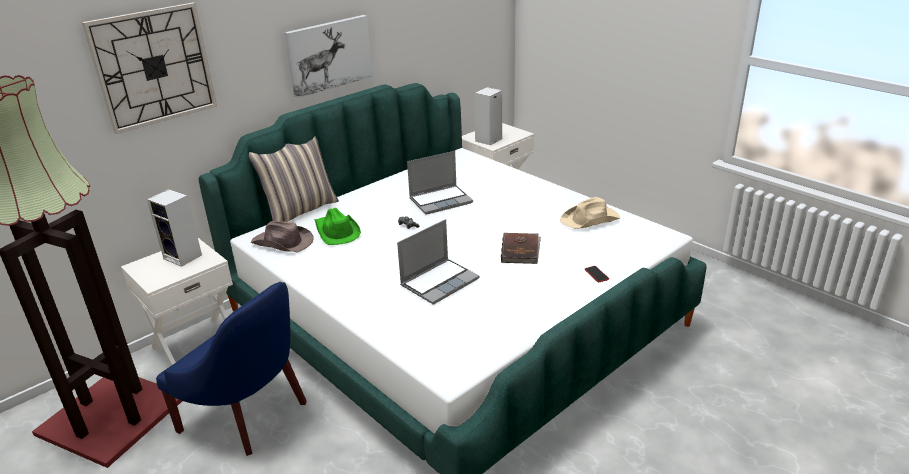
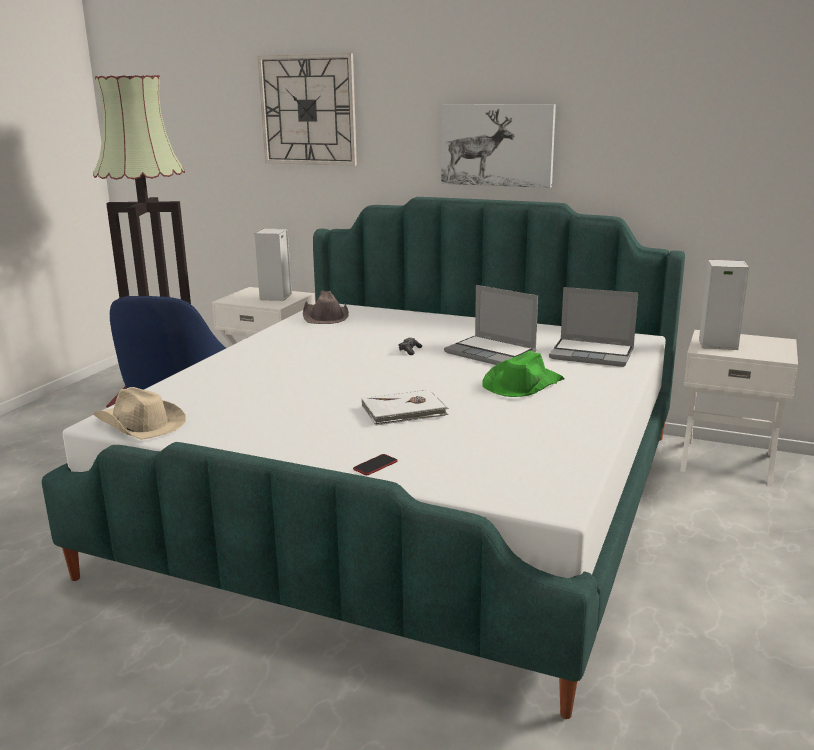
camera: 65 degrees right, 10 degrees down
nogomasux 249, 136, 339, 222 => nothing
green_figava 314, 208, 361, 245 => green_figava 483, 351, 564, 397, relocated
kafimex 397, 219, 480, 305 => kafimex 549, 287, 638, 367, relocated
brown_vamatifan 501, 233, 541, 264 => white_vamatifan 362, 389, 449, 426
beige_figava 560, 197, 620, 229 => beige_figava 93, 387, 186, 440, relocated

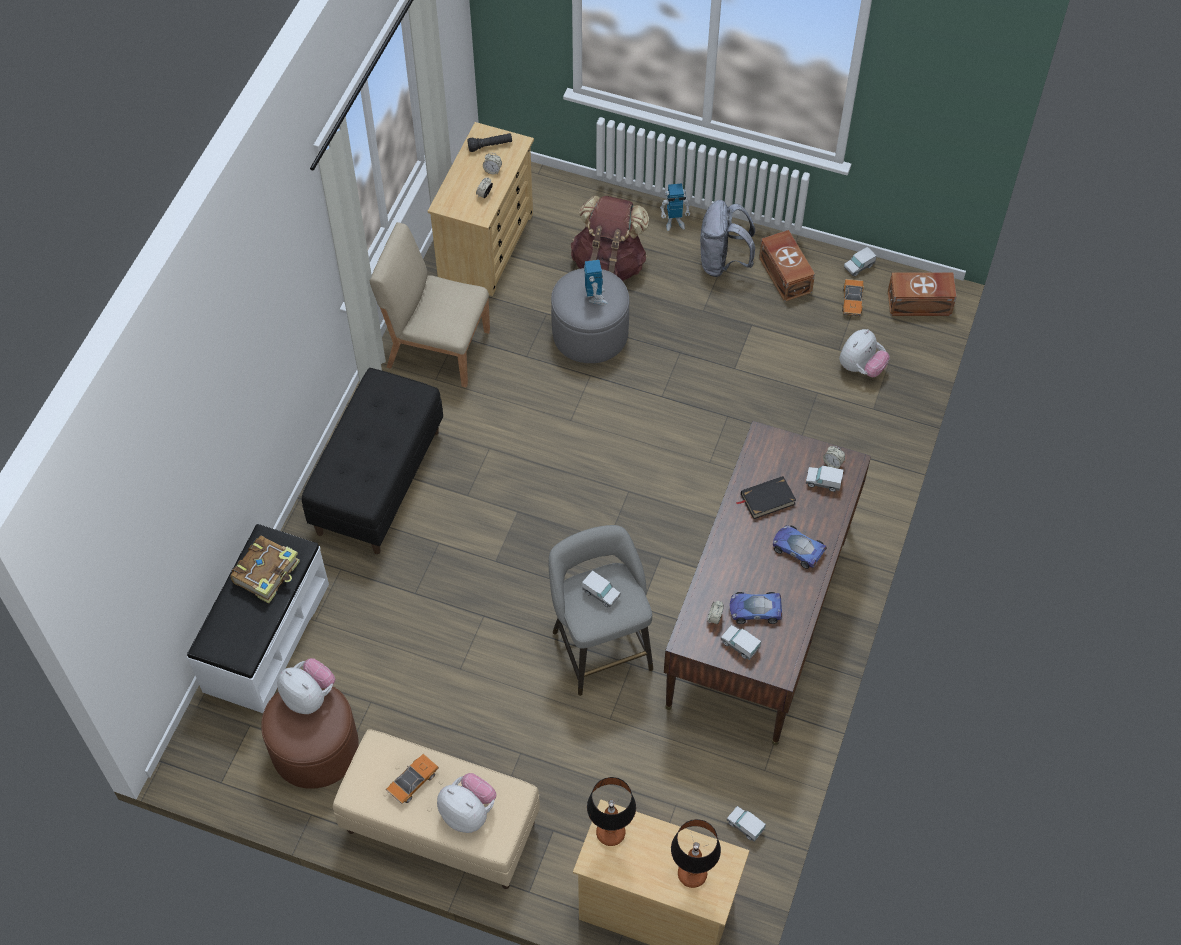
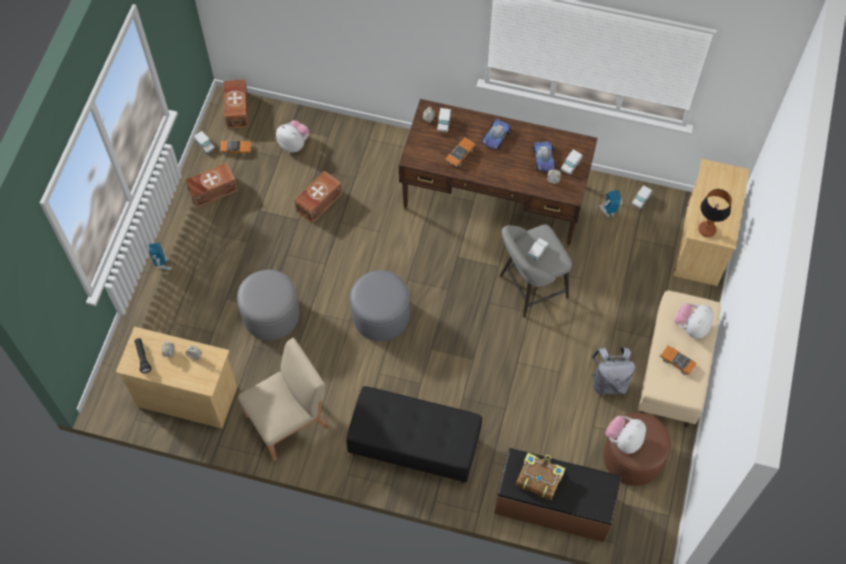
camera: 95 degrees left, 5 degrees up
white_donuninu 187, 524, 329, 713 => brown_donuninu 494, 448, 621, 542
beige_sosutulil 370, 222, 490, 388 => beige_sosutulil 238, 338, 330, 461, 135 degrees counterclockwise
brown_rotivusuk 571, 196, 649, 281 => nothing
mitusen 584, 260, 608, 305 => mitusen 599, 190, 623, 217, relocated
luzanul 671, 819, 721, 888 => nothing
grey_rotivusuk 700, 200, 755, 277 => grey_rotivusuk 590, 347, 635, 395, relocated
black_vamatifan 736, 476, 796, 519 => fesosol 445, 138, 476, 167
nothing => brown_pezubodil 294, 171, 342, 224
nothing => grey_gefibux 350, 270, 410, 341

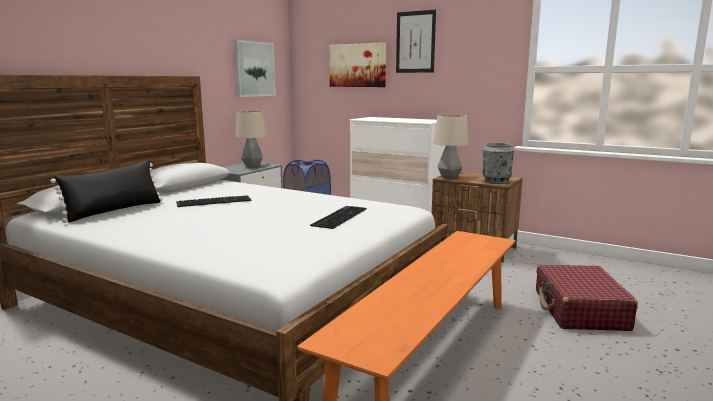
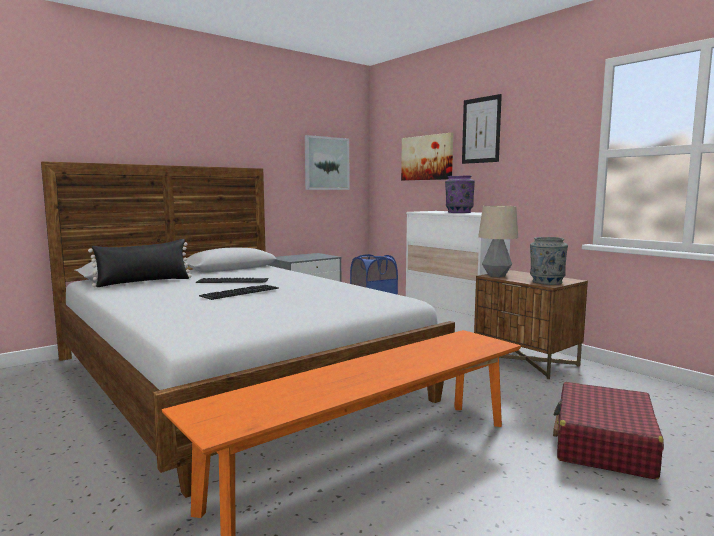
camera: 20 degrees right, 5 degrees down
luzanul 236, 111, 267, 168 => nothing
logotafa 310, 206, 367, 229 => logotafa 199, 285, 279, 300, relocated
nothing => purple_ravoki 445, 175, 475, 213

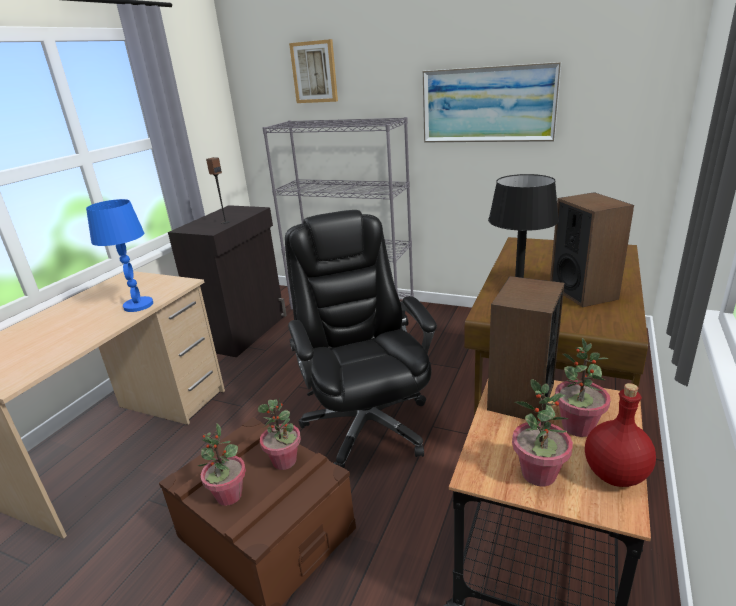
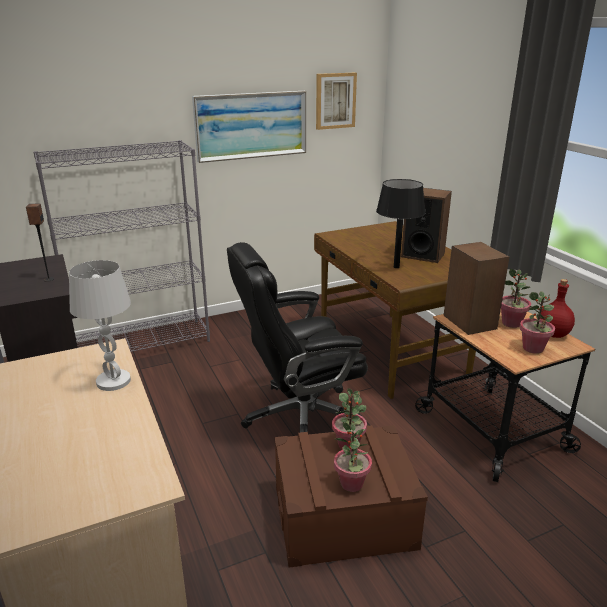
camera: 50 degrees left, 0 degrees up
blue_luzanul 86, 199, 153, 312 => white_luzanul 69, 260, 131, 391
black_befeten 285, 210, 437, 468 => black_befeten 227, 242, 368, 433, 45 degrees counterclockwise
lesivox 289, 39, 338, 103 => lesivox 316, 73, 357, 130, relocated

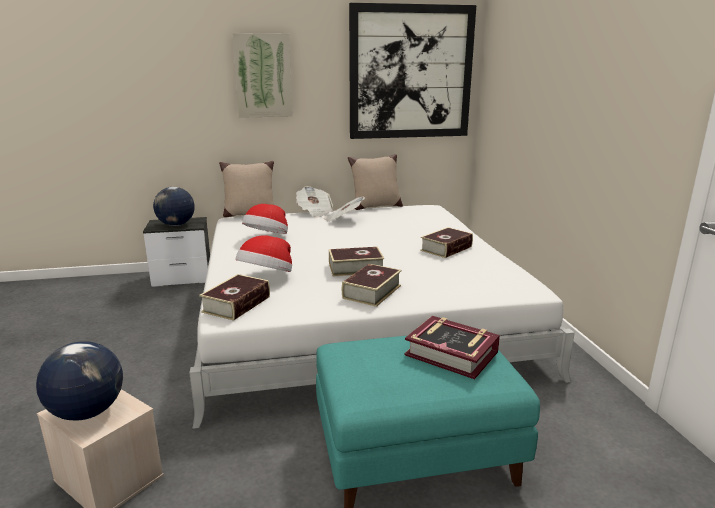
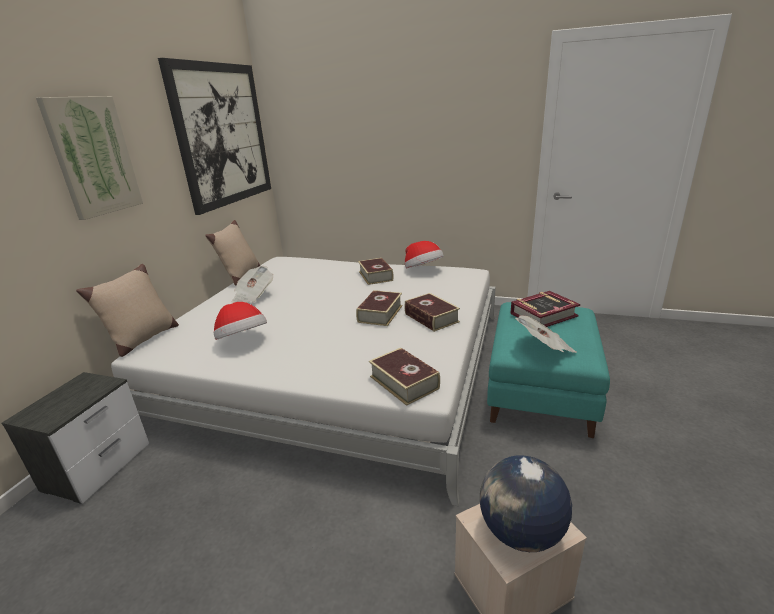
camera: 60 degrees left, 5 degrees up
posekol 153, 187, 195, 226 => nothing
figava 236, 235, 292, 272 => figava 405, 241, 444, 268, relocated
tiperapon 296, 186, 334, 217 => tiperapon 515, 315, 577, 353, relocated

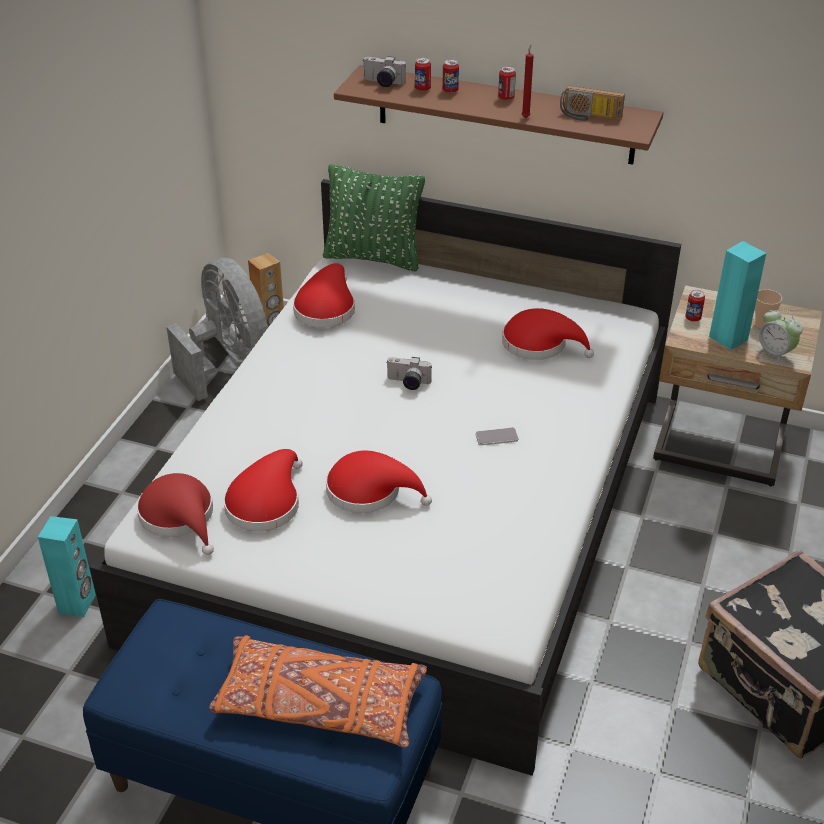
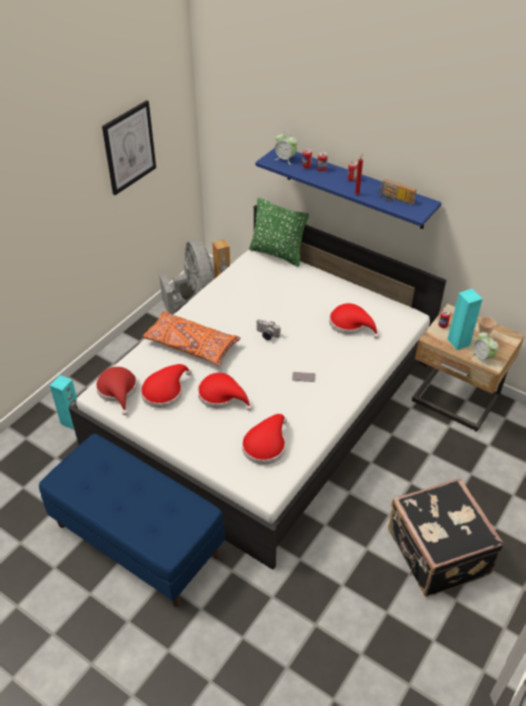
camera: 15 degrees right, 5 degrees up
orange_nogomasux 209, 636, 427, 748 => orange_nogomasux 142, 311, 241, 366, relocated
red_figava 293, 263, 355, 328 => red_figava 242, 414, 287, 465, relocated
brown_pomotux 334, 65, 663, 165 => blue_pomotux 255, 148, 441, 229
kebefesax 363, 56, 406, 87 => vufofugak 275, 132, 298, 165
nothing => lesivox 102, 100, 156, 195

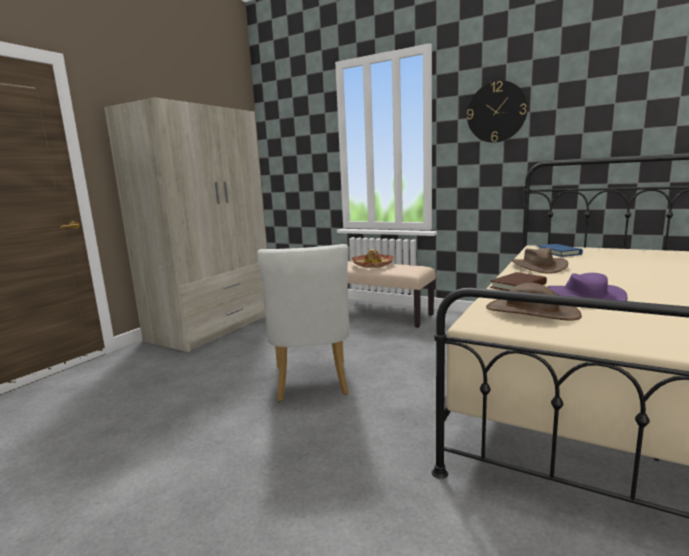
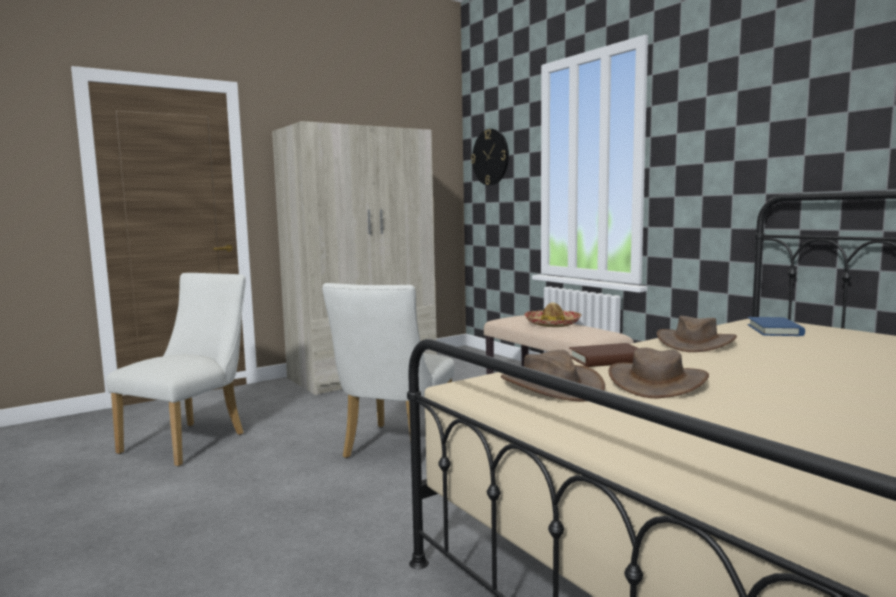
camera: 25 degrees right, 5 degrees down
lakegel 467, 80, 528, 143 => lakegel 471, 129, 509, 185, relocated
purple_figava 547, 273, 627, 301 => brown_figava 609, 348, 709, 398
nothing => white_sosutulil 106, 273, 246, 467

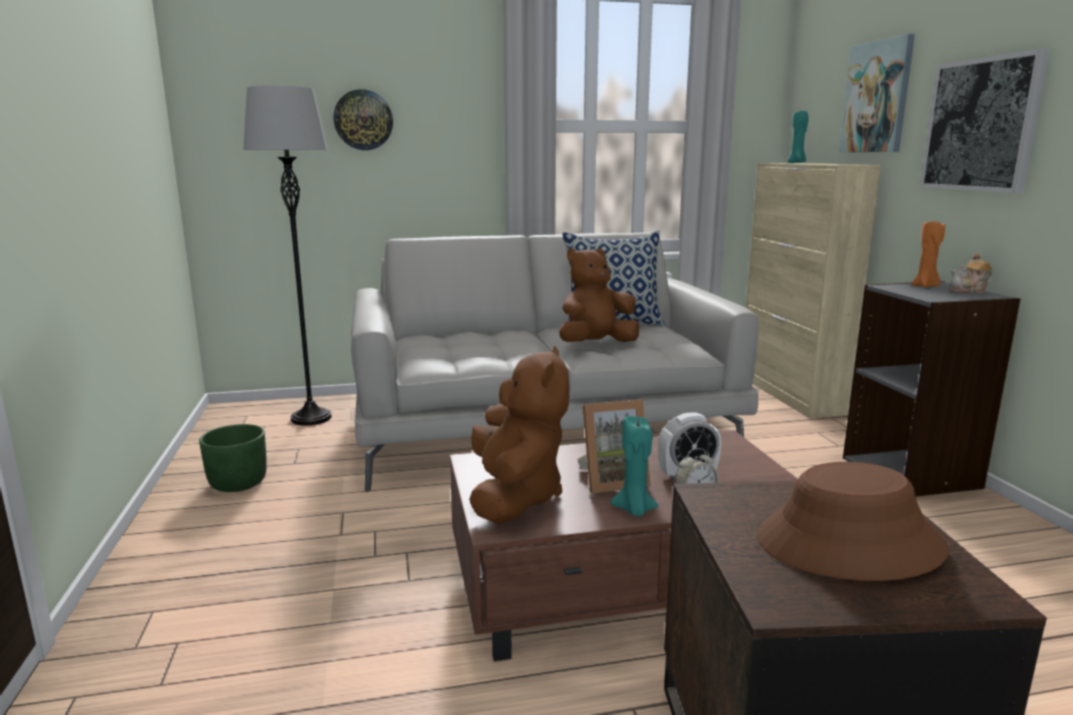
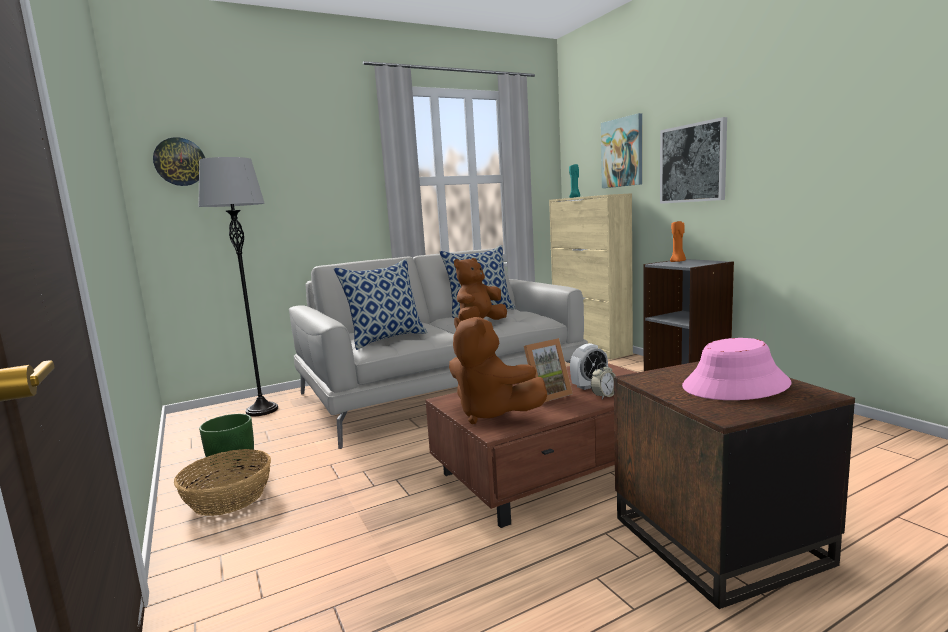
camera: 15 degrees left, 5 degrees down
lakegel 333, 89, 393, 150 => lakegel 153, 137, 205, 186, relocated
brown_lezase 469, 346, 569, 524 => brown_lezase 449, 317, 548, 424, 150 degrees clockwise
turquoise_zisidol 610, 416, 659, 516 => nothing
brown_figava 757, 462, 949, 581 => pink_figava 682, 338, 791, 400
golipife 950, 253, 993, 293 => nothing
nothing => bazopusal 174, 449, 271, 516
nothing => nogomasux 334, 259, 427, 350

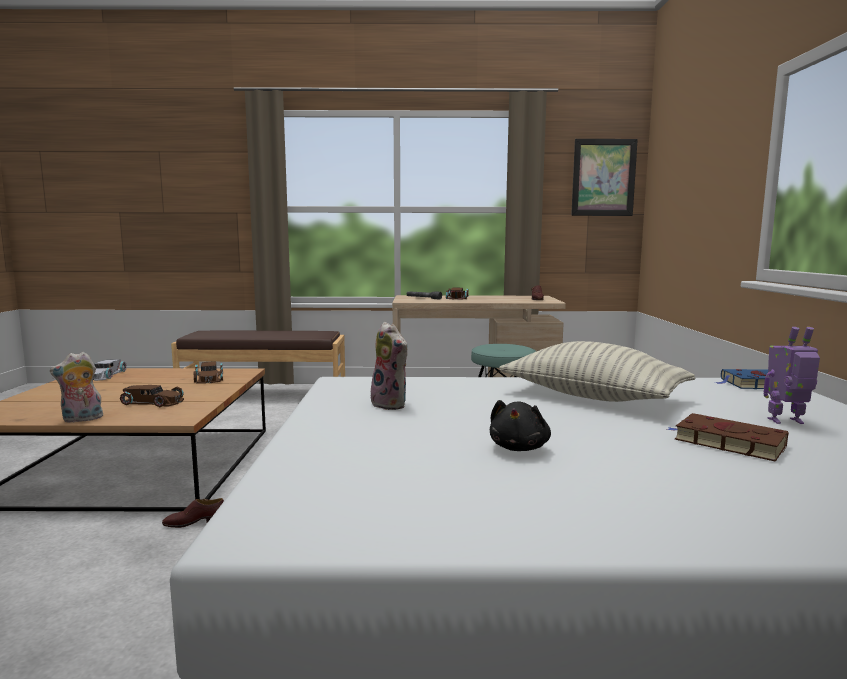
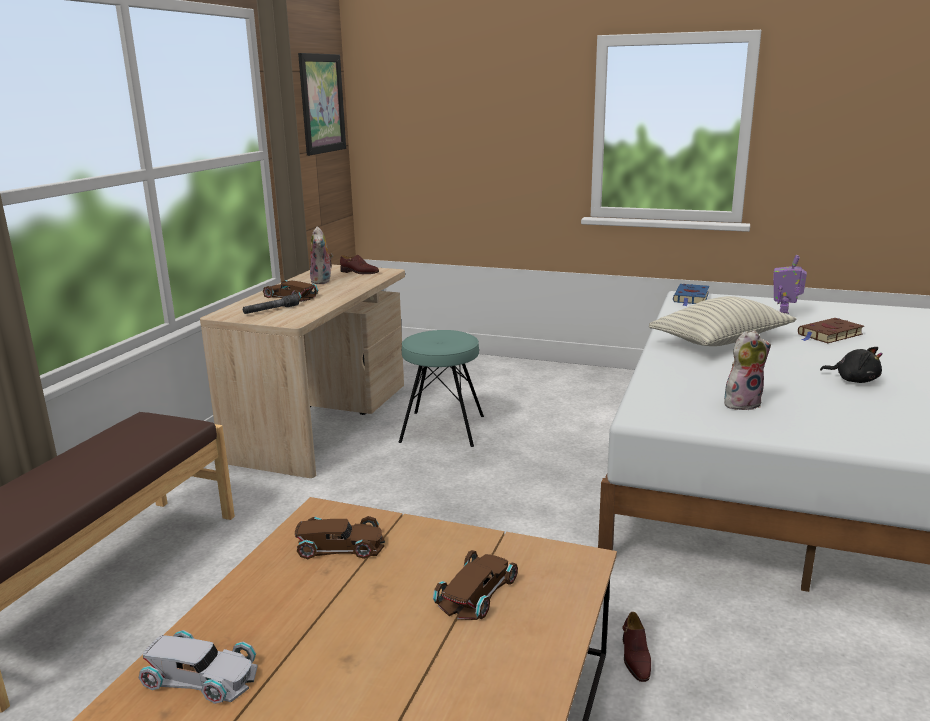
camera: 70 degrees left, 10 degrees up
lezase 50, 352, 103, 423 => lezase 310, 226, 333, 284, relocated

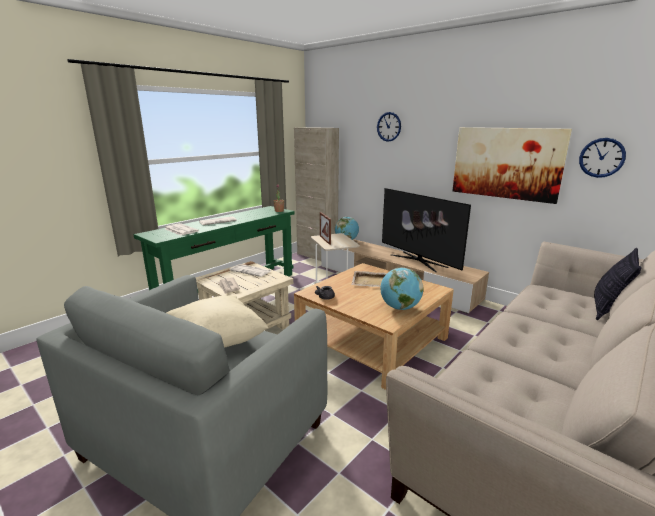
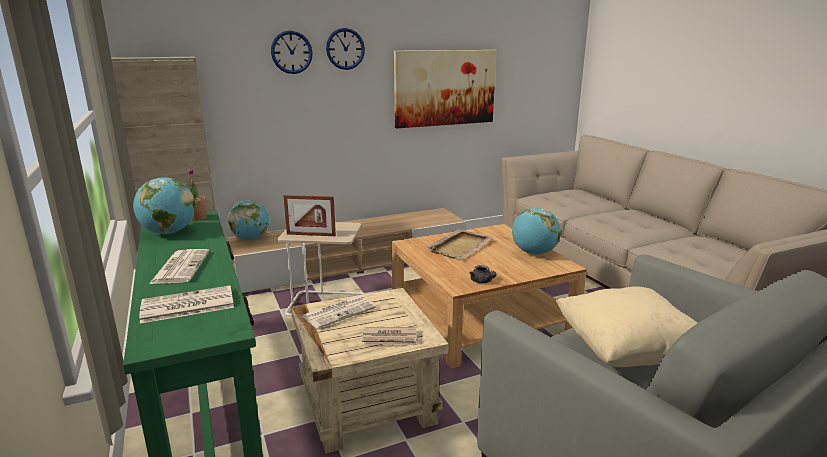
camera: 65 degrees left, 0 degrees up
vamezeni 382, 188, 471, 272 => nothing
lakegel 579, 138, 626, 178 => lakegel 326, 28, 365, 70, relocated
nogomasux 594, 248, 642, 320 => nothing
nothing => posekol 133, 177, 195, 234

